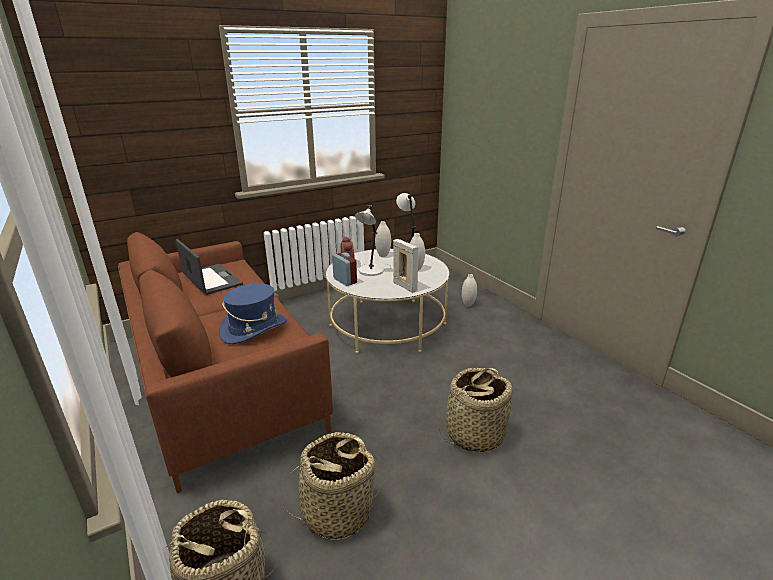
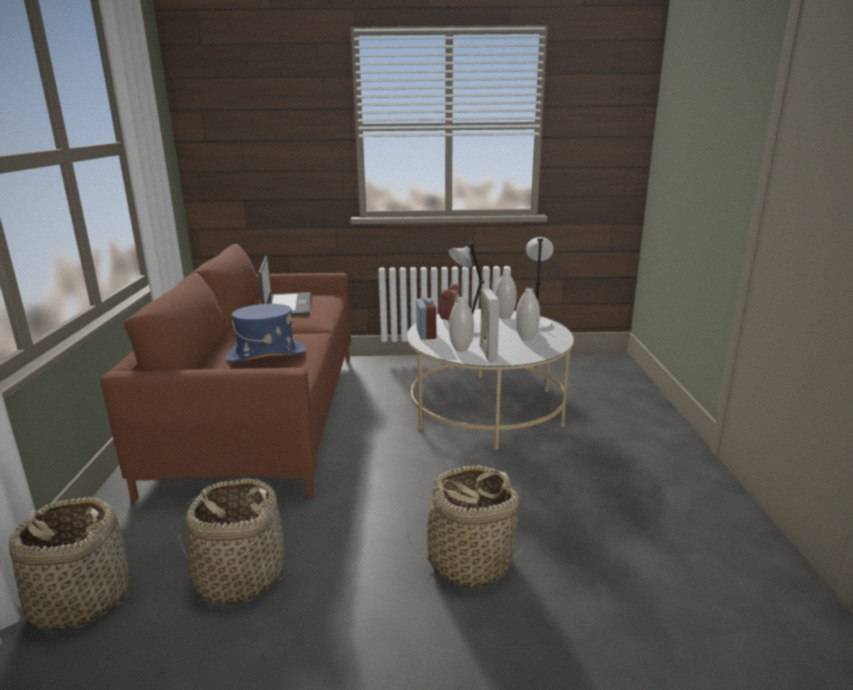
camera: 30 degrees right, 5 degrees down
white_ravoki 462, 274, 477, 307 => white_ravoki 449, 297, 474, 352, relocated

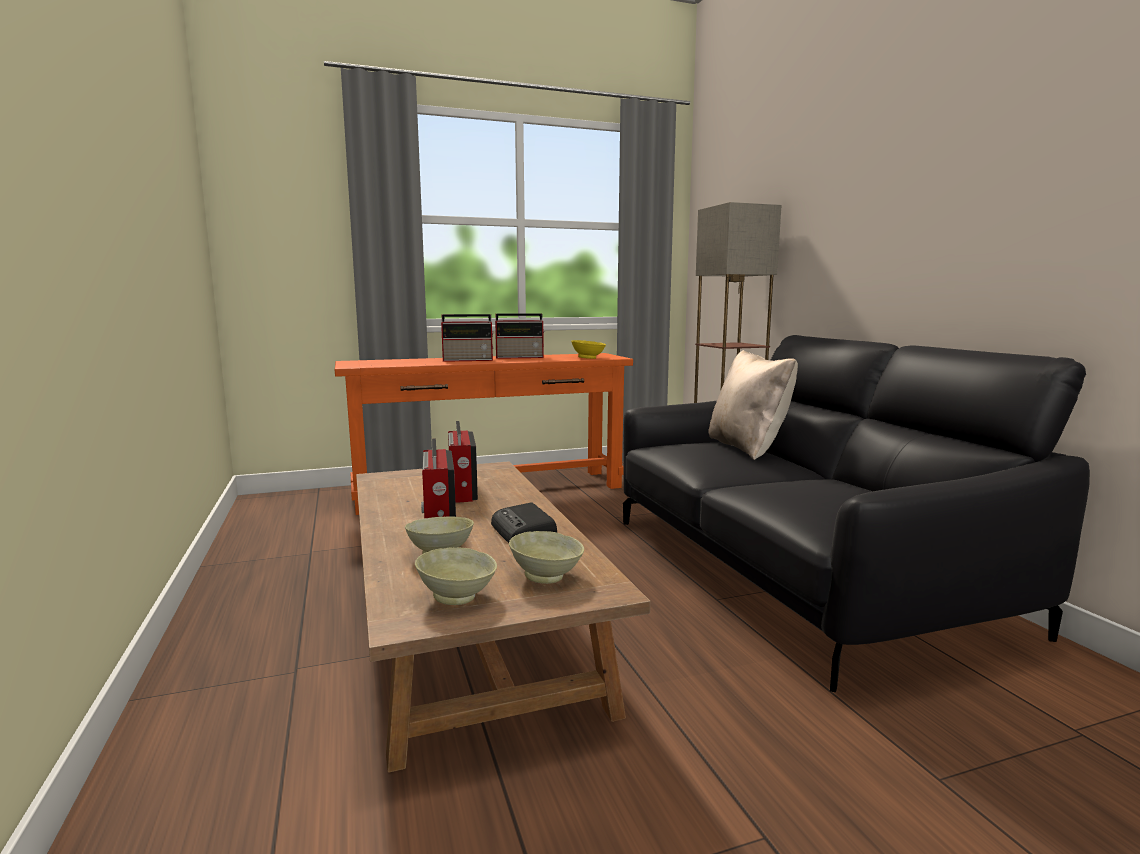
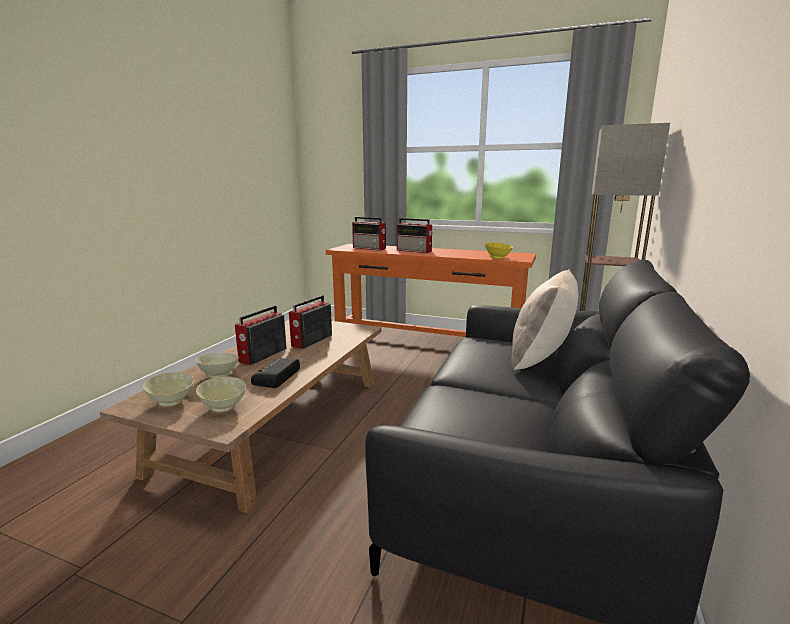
camera: 40 degrees right, 5 degrees up
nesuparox 495, 313, 545, 359 => nesuparox 352, 217, 386, 250, relocated

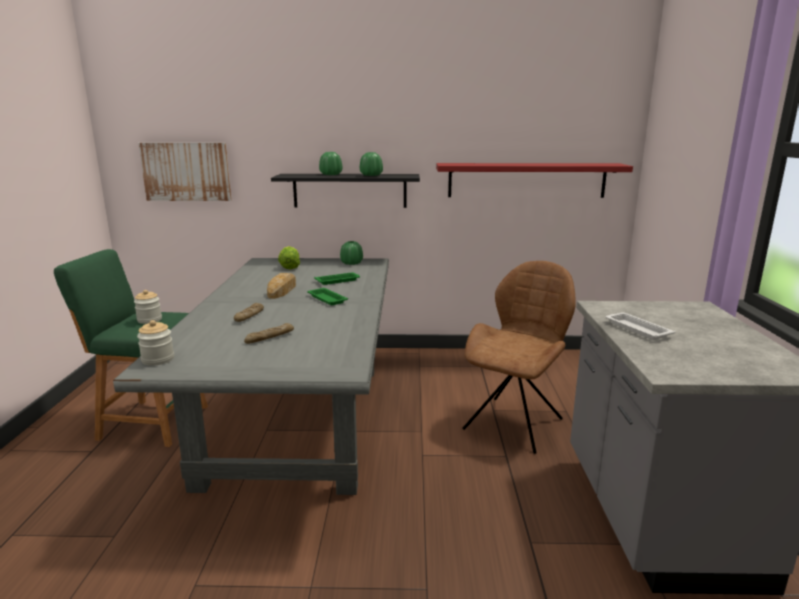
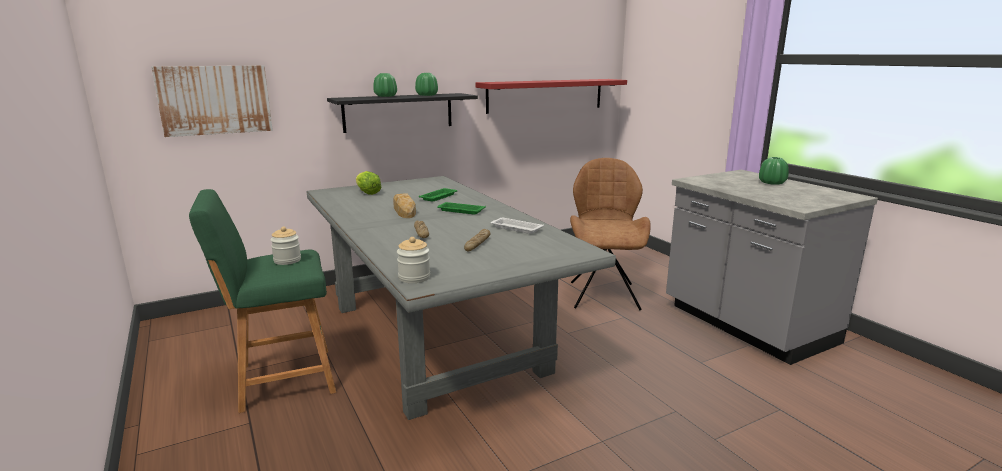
camera: 30 degrees left, 0 degrees up
green_ravoki 340, 241, 363, 265 => green_ravoki 759, 157, 789, 185, relocated
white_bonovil 605, 312, 675, 340 => white_bonovil 491, 218, 544, 234, relocated

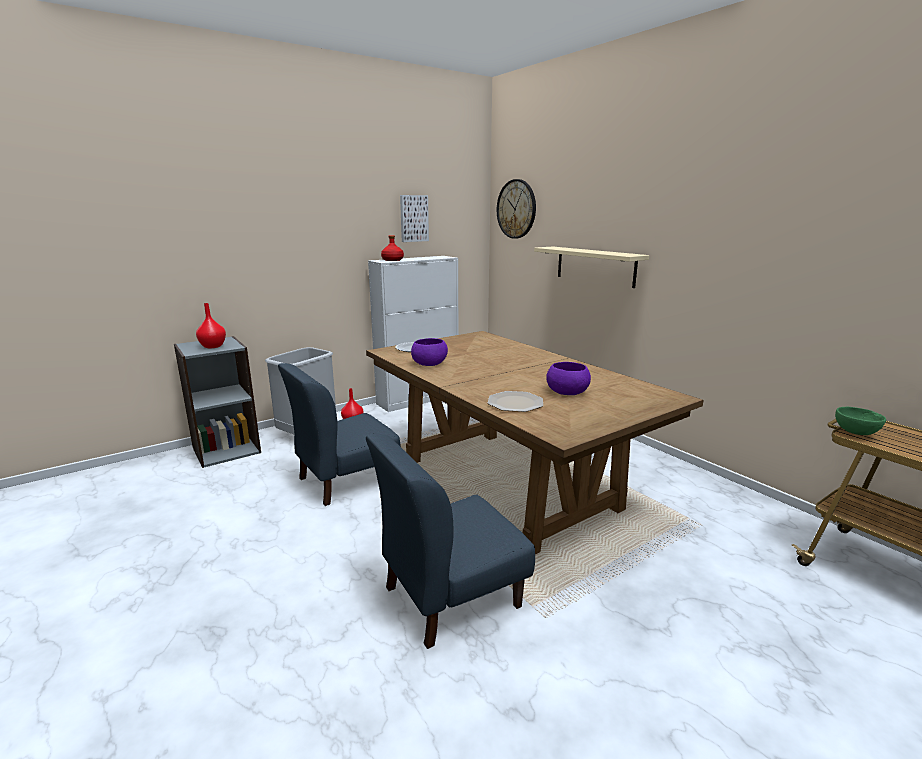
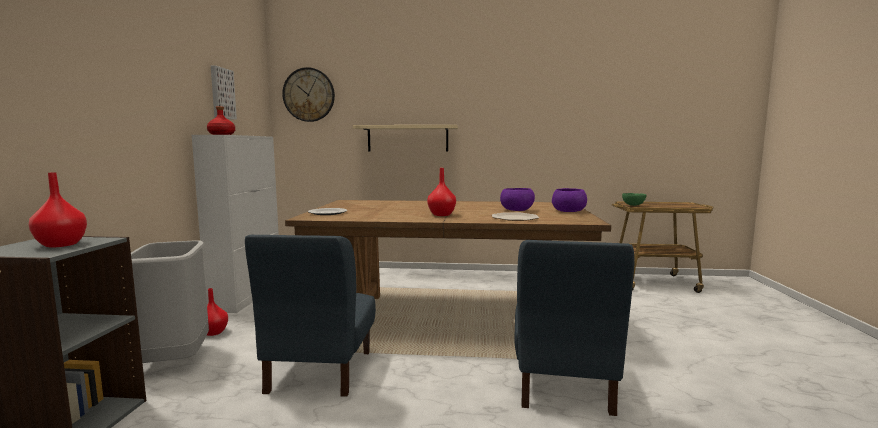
camera: 50 degrees left, 10 degrees down
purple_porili 411, 338, 448, 366 => purple_porili 552, 188, 587, 212, relocated
nothing => red_ravoki 427, 168, 456, 216

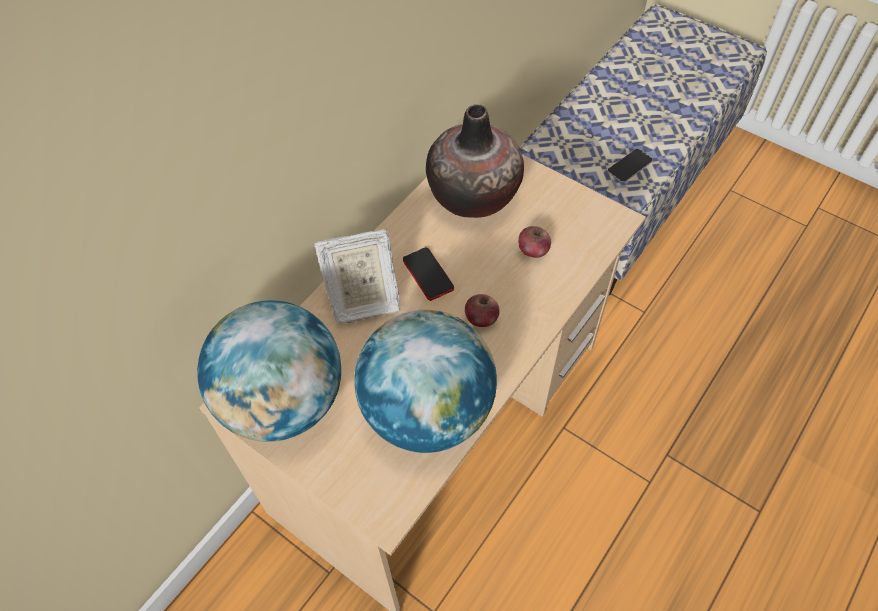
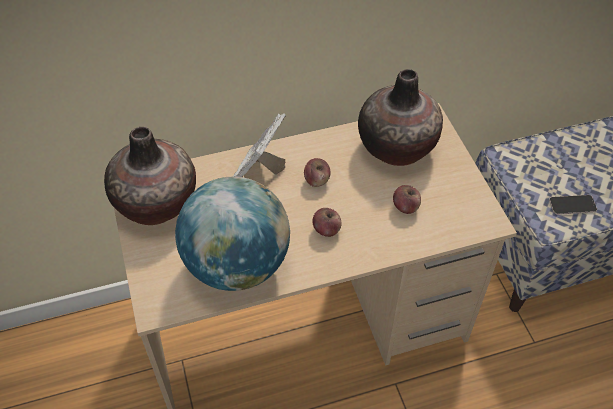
camera: 35 degrees right, 5 degrees down
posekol 197, 300, 341, 442 => ravoki 104, 127, 196, 225
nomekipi 314, 229, 400, 323 => nomekipi 233, 113, 286, 177, 90 degrees clockwise
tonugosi 403, 247, 454, 301 => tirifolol 304, 158, 331, 187

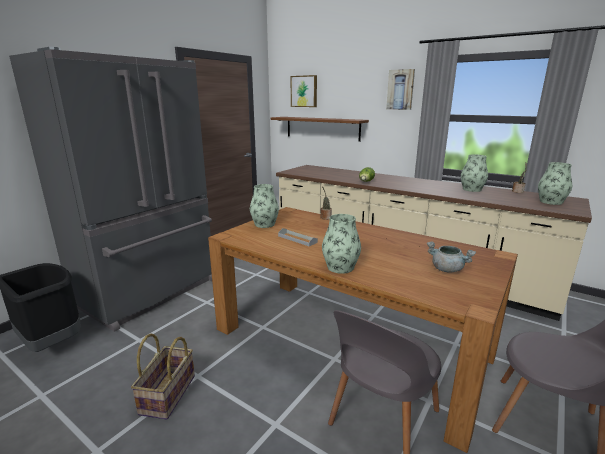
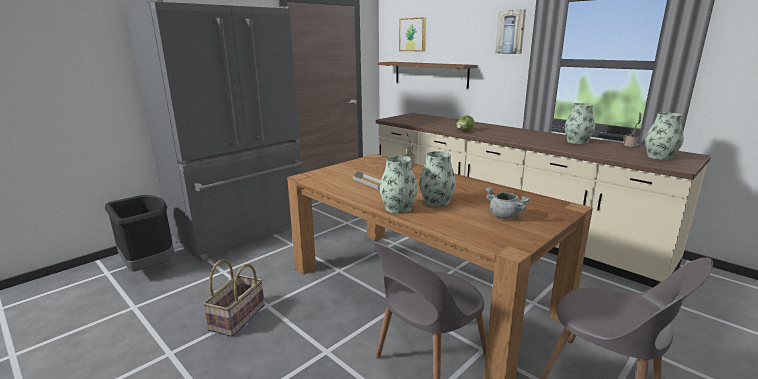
camera: 10 degrees right, 0 degrees up
ravoki 250, 184, 279, 228 => ravoki 419, 151, 456, 207, relocated

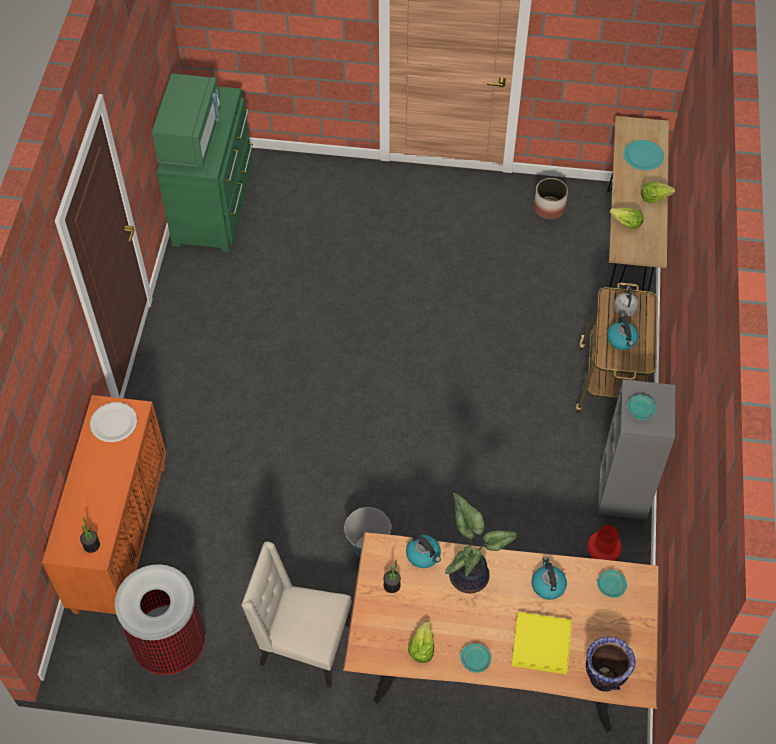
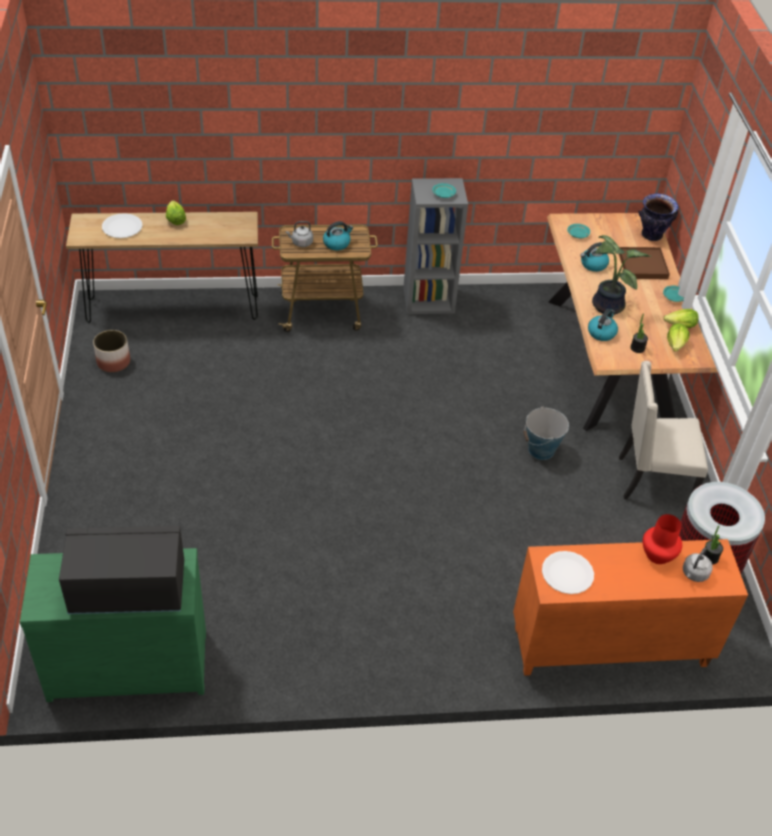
camera: 105 degrees left, 10 degrees down
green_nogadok 152, 73, 220, 166 => black_nogadok 59, 526, 184, 614
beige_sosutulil 241, 541, 352, 688 => beige_sosutulil 619, 361, 708, 499, 90 degrees clockwise
yellow_bonovil 511, 612, 572, 674 => brown_bonovil 619, 247, 670, 279
red_ravoki 587, 525, 622, 561 => red_ravoki 643, 514, 682, 564, relocated
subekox 610, 208, 644, 229 => subekox 667, 323, 690, 352, relocated
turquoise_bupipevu 623, 140, 664, 170 => white_bupipevu 102, 213, 142, 238
nothing => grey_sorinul 683, 547, 713, 582

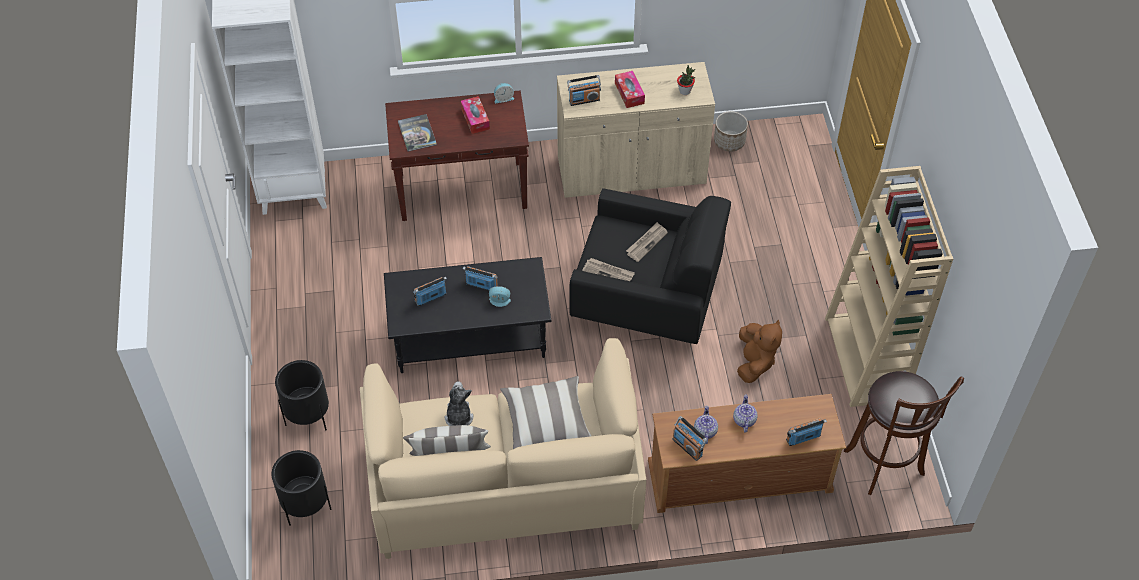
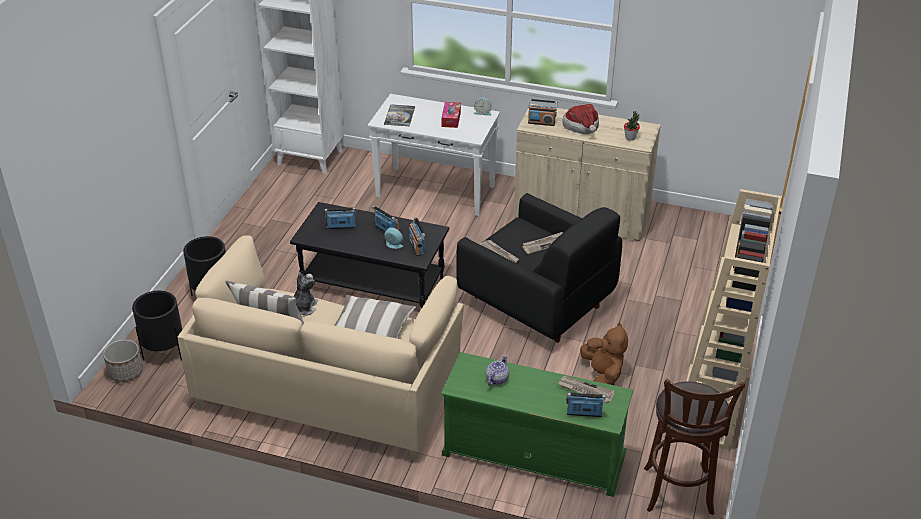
camera: 25 degrees right, 15 degrees down
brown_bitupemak 385, 90, 529, 221 => white_bitupemak 368, 94, 500, 216
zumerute 615, 71, 645, 108 => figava 562, 104, 599, 134
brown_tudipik 648, 394, 846, 513 => green_tudipik 441, 352, 633, 497
nesuparox 672, 416, 707, 461 => nesuparox 409, 217, 425, 256, relocated
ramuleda 714, 111, 748, 151 => ramuleda 103, 340, 143, 382, relocated
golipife 733, 394, 758, 433 => nothing
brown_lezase 737, 319, 782, 383 => brown_lezase 580, 322, 628, 385, 45 degrees counterclockwise
nothing => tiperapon 558, 376, 615, 403

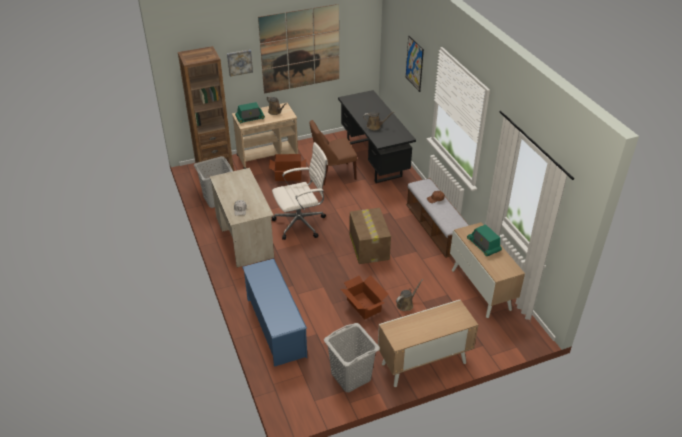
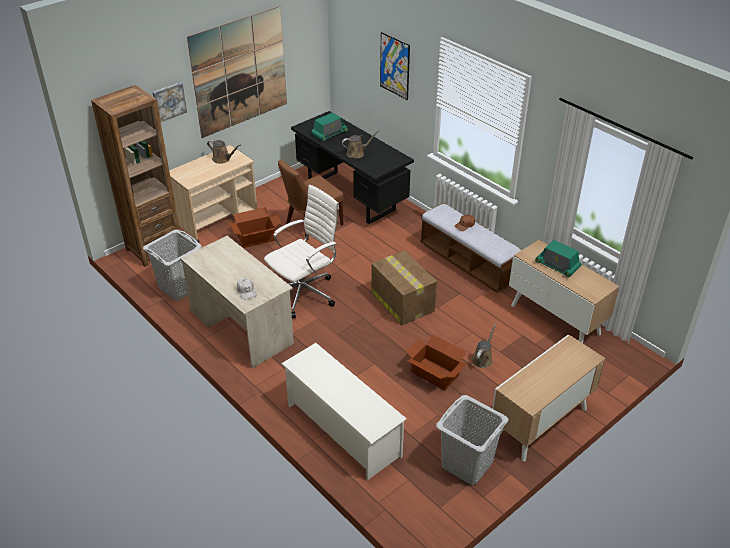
camera: 20 degrees left, 0 degrees up
nesuparox 235, 102, 265, 123 => nesuparox 311, 113, 348, 141, relocated
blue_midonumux 242, 259, 307, 367 => white_midonumux 281, 343, 407, 480

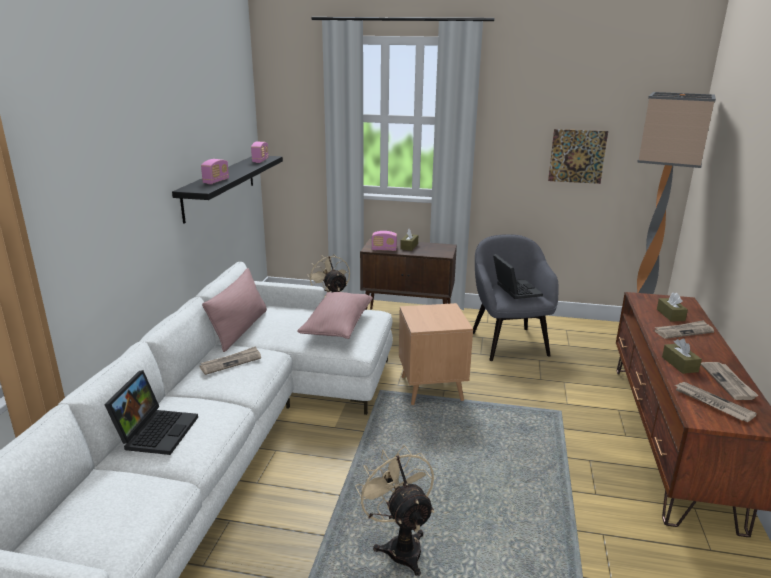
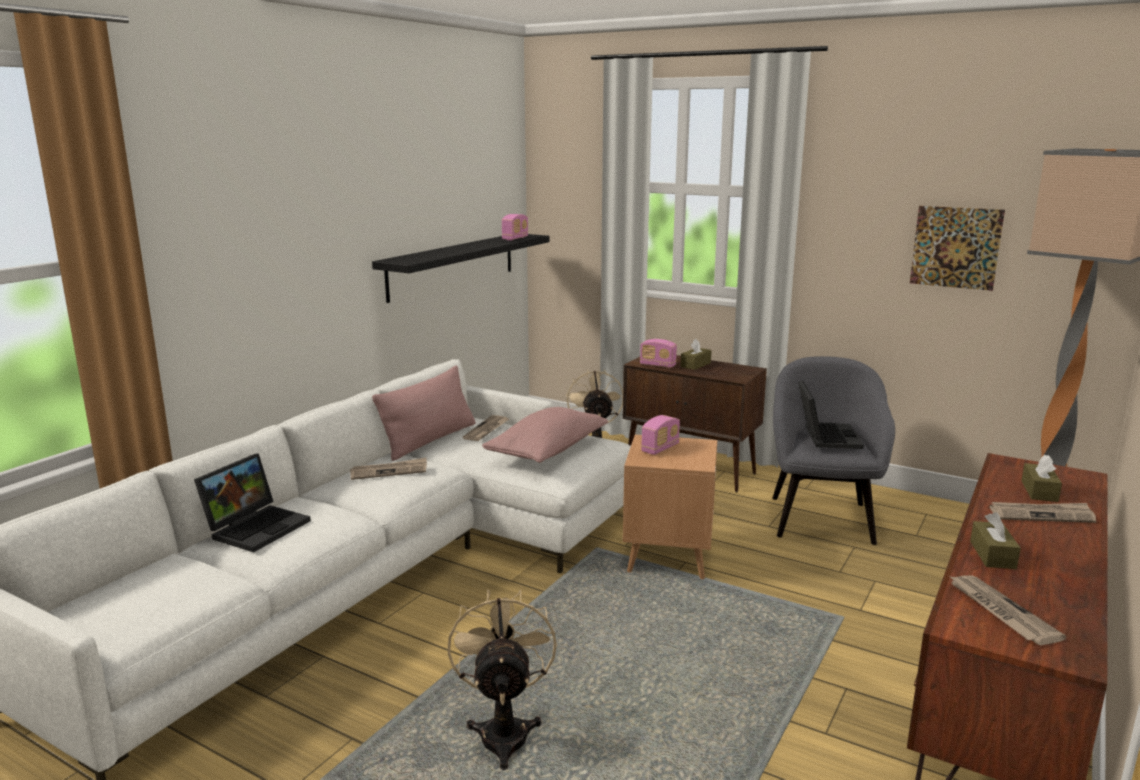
camera: 20 degrees right, 5 degrees down
nesuparox 201, 159, 229, 184 => nesuparox 641, 415, 680, 455, relocated
tiperapon 701, 362, 759, 400 => tiperapon 463, 415, 509, 441, relocated

